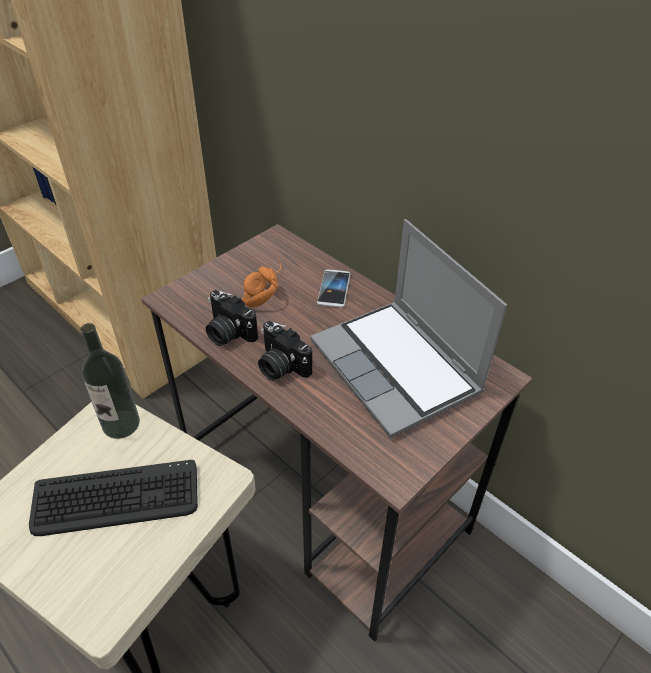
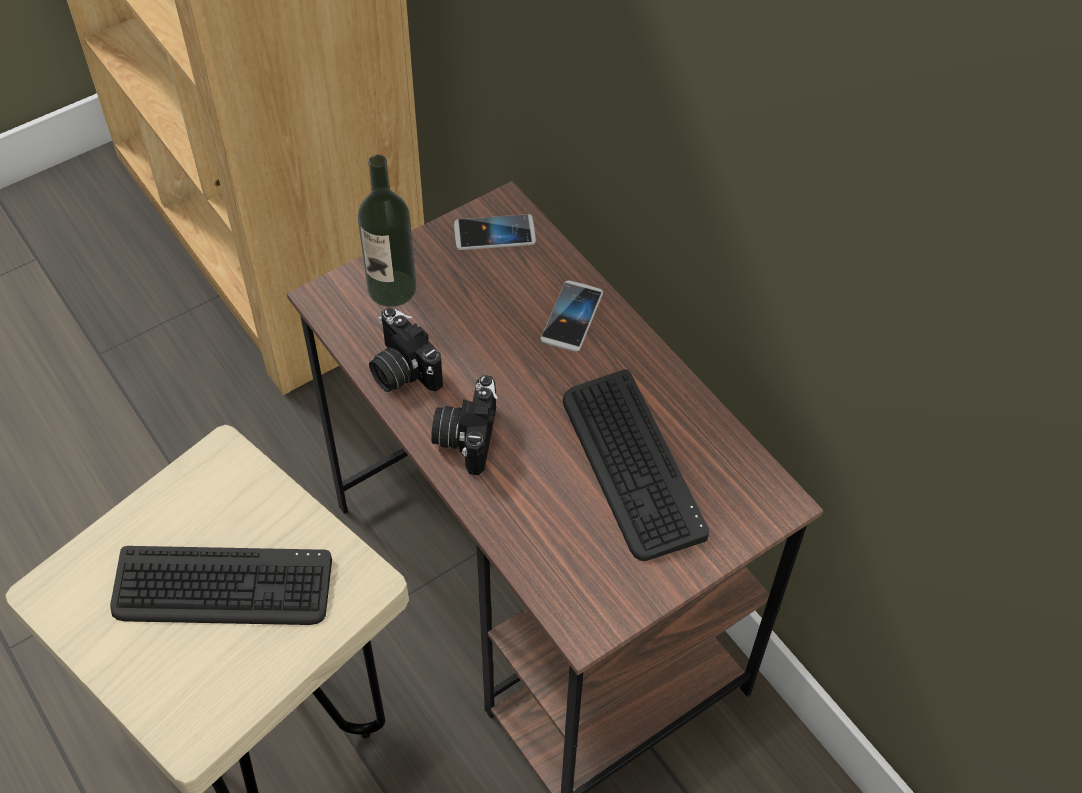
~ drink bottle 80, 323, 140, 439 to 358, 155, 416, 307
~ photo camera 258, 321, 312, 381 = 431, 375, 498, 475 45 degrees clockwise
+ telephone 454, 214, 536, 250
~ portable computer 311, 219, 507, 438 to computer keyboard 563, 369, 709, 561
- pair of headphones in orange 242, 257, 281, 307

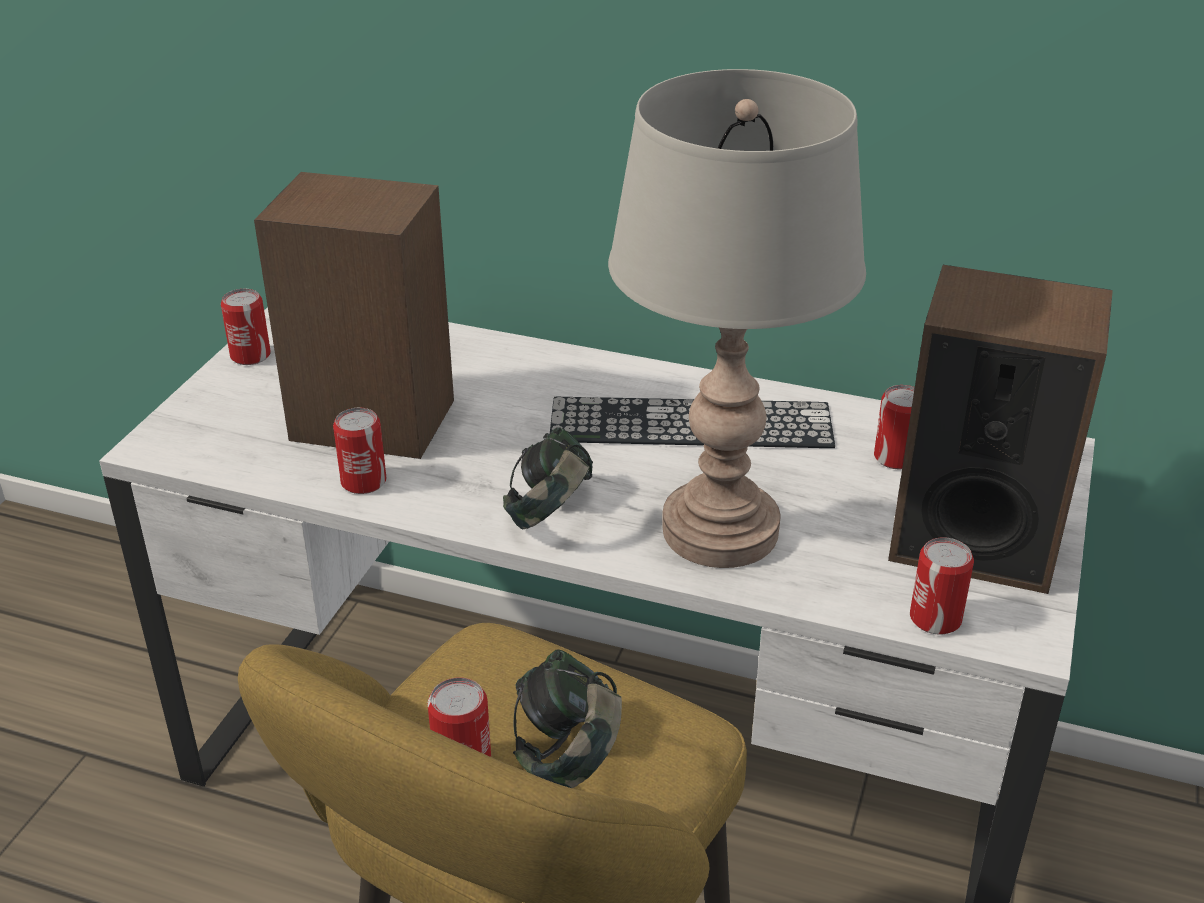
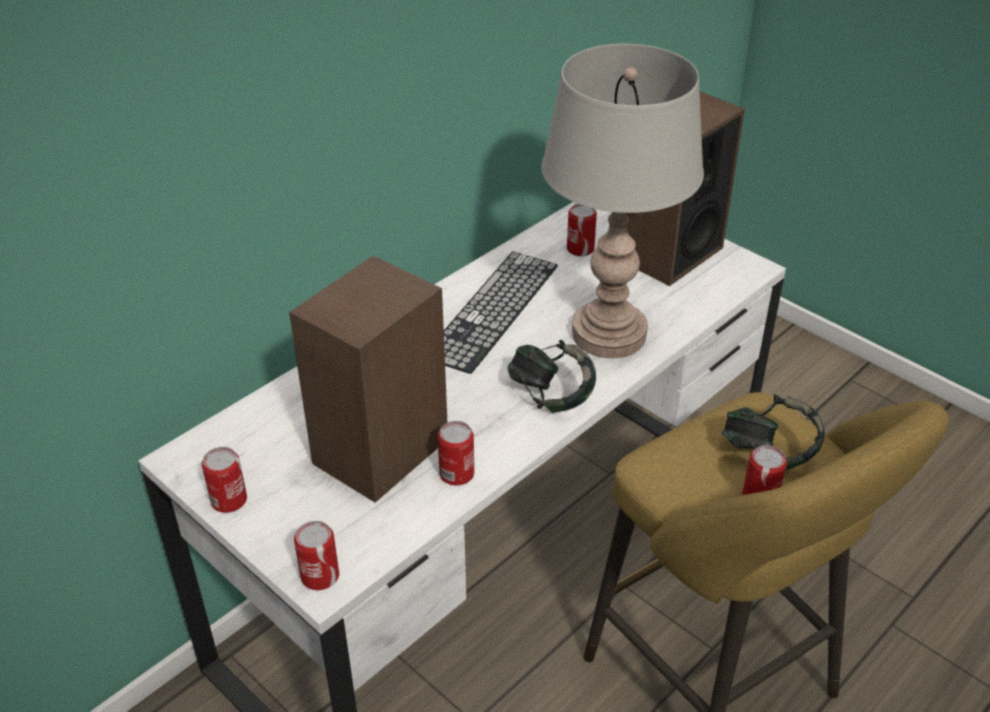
~ metal can 910, 537, 974, 634 to 294, 521, 339, 590

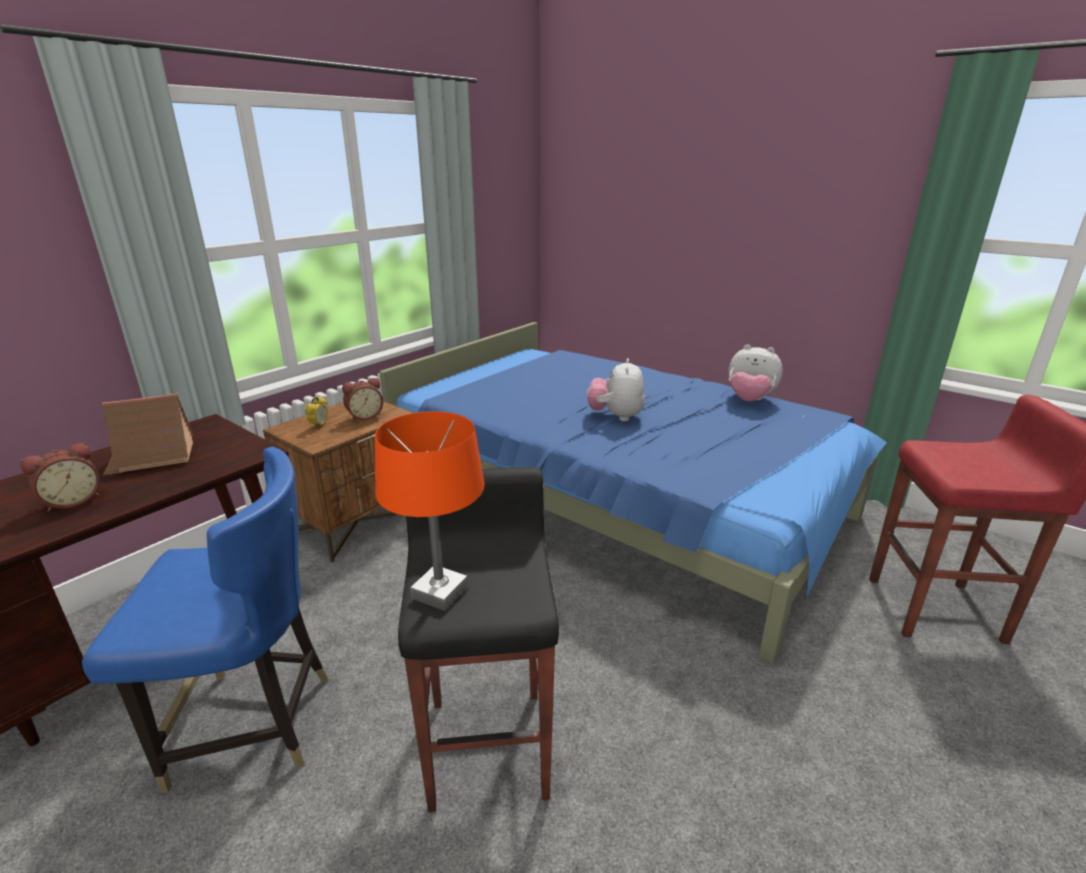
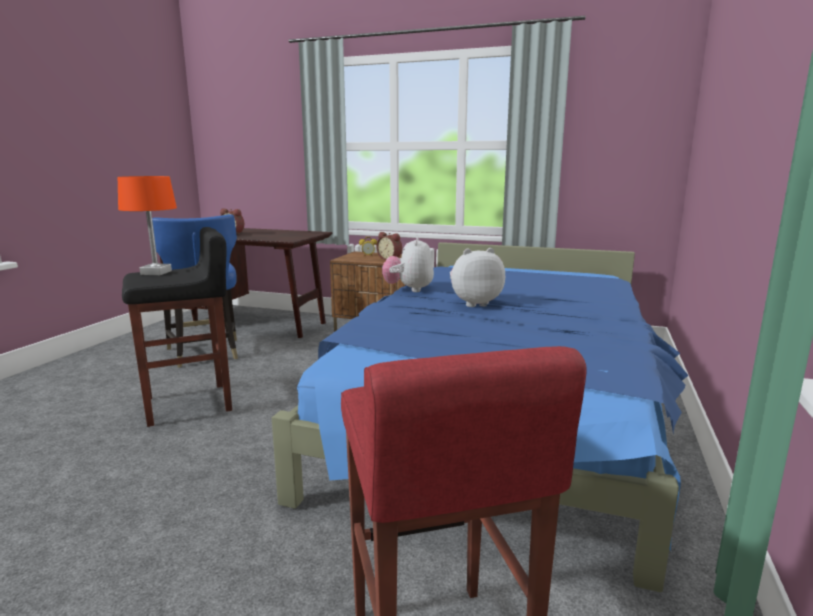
~ plush toy 728, 344, 783, 401 to 382, 237, 434, 292
- miniature house 102, 393, 194, 476

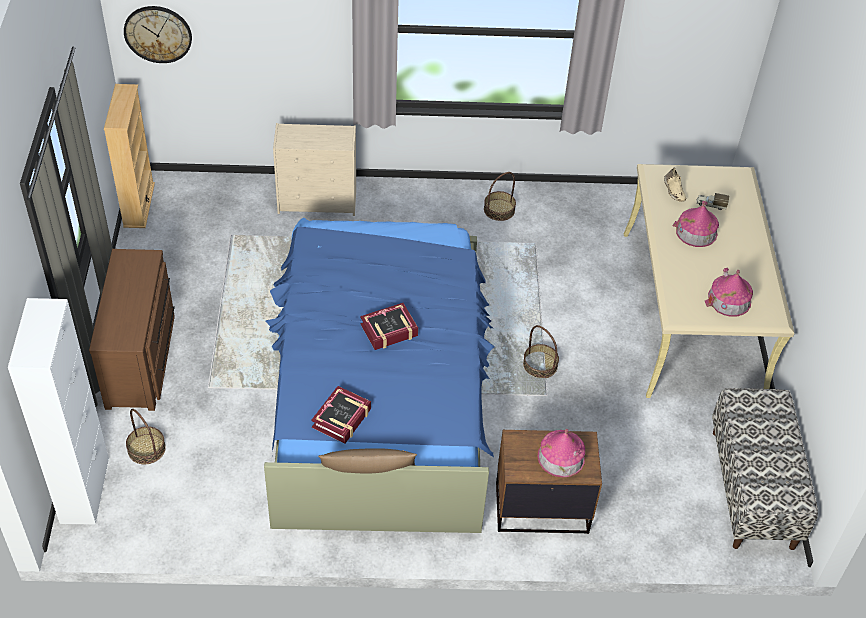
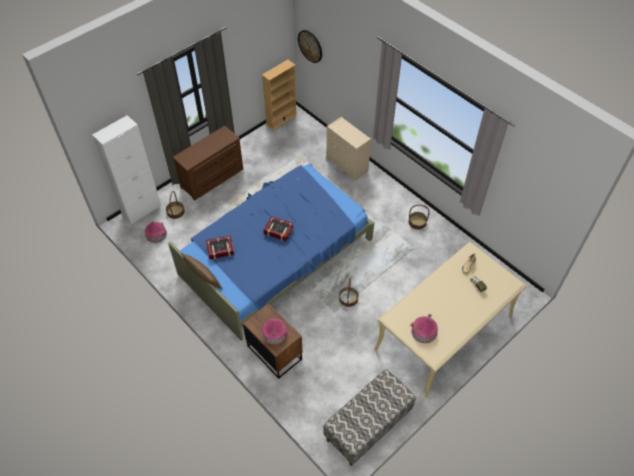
~ miniature house 673, 201, 719, 247 to 145, 221, 167, 243

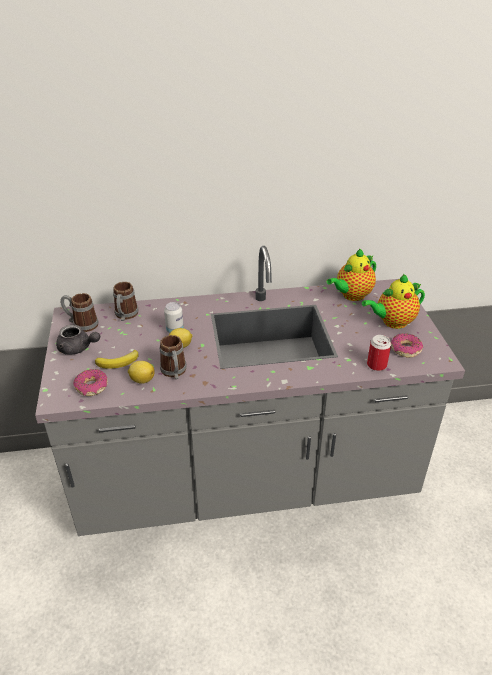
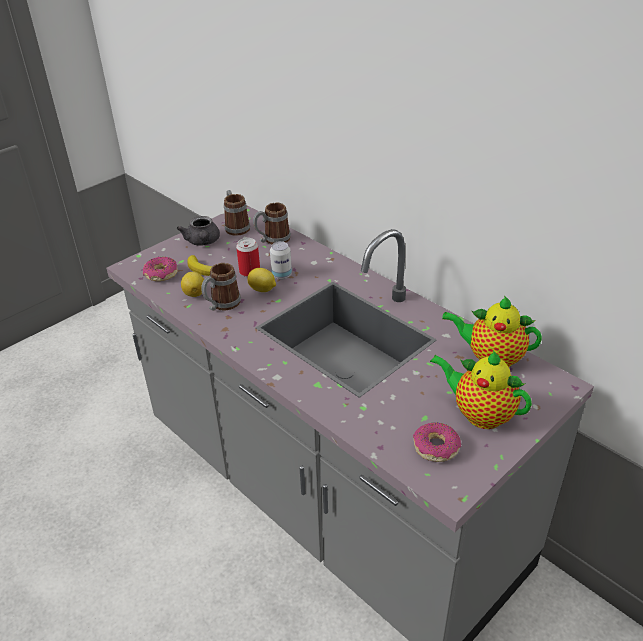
~ metal can 367, 335, 391, 371 to 236, 238, 260, 277

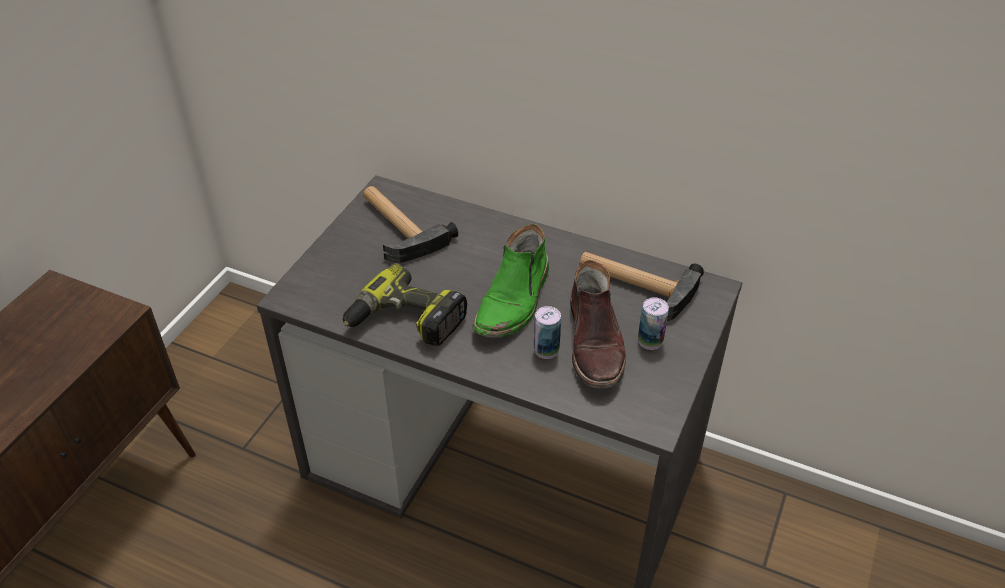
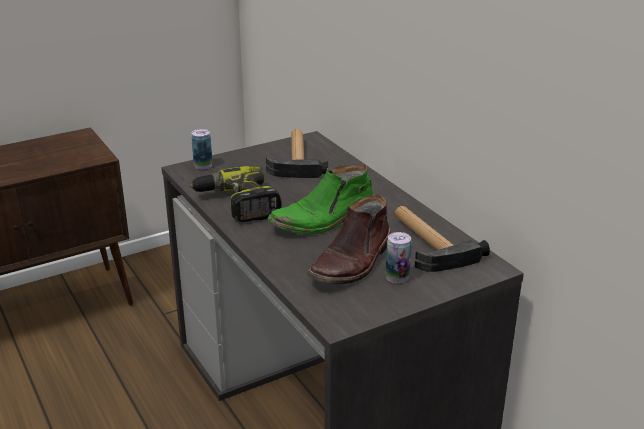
~ metal can 534, 306, 561, 359 to 191, 129, 212, 169

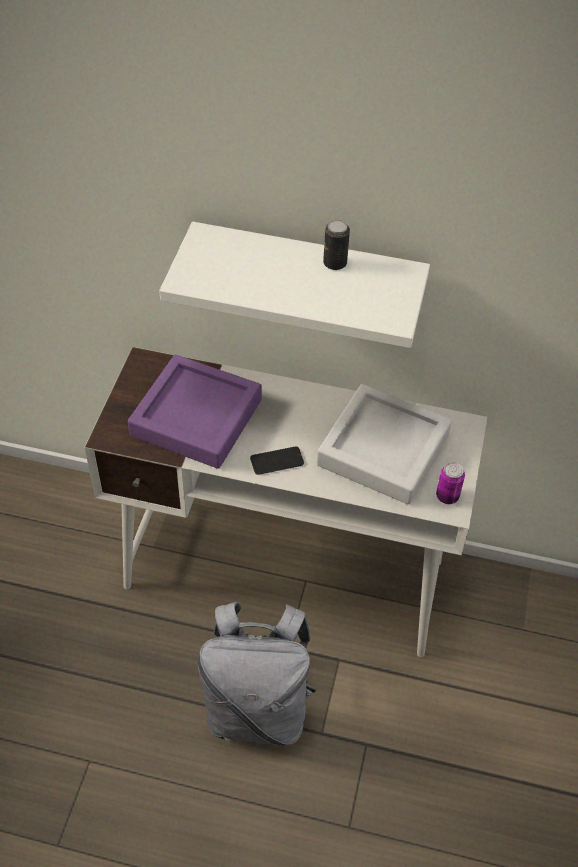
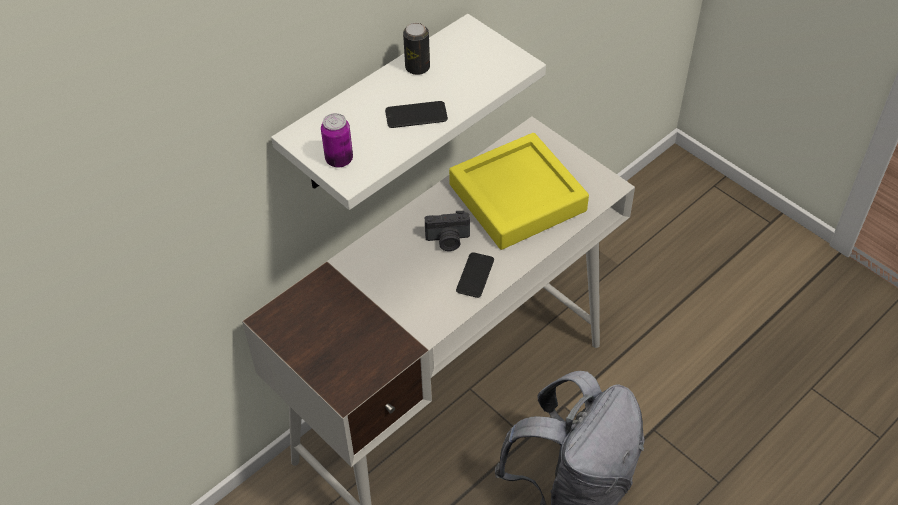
~ metal can 436, 462, 465, 504 to 321, 113, 353, 167
+ telephone 385, 101, 448, 128
+ photo camera 425, 211, 470, 251
~ serving tray in greyish 317, 384, 452, 505 to serving tray in yellowish 449, 133, 589, 250
- serving tray in purplish 128, 355, 262, 469

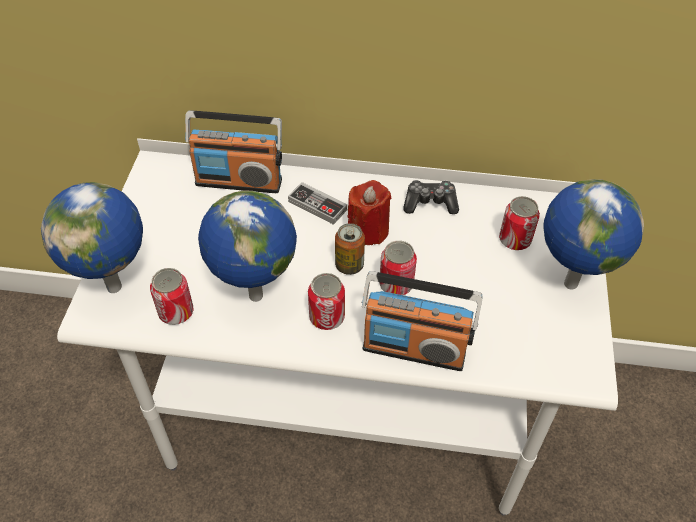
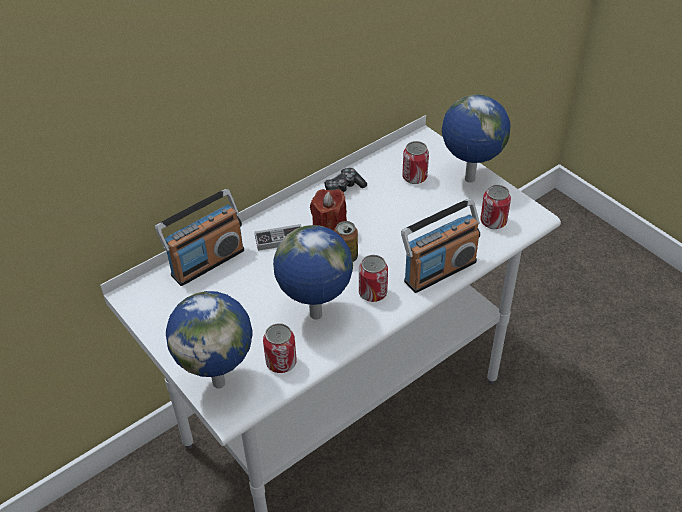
~ metal can 379, 241, 417, 295 to 481, 185, 511, 229

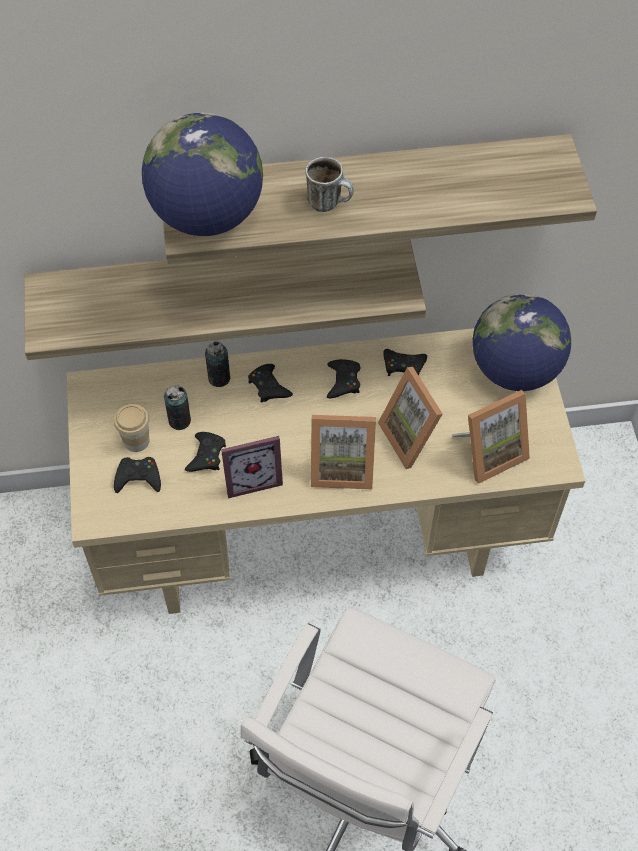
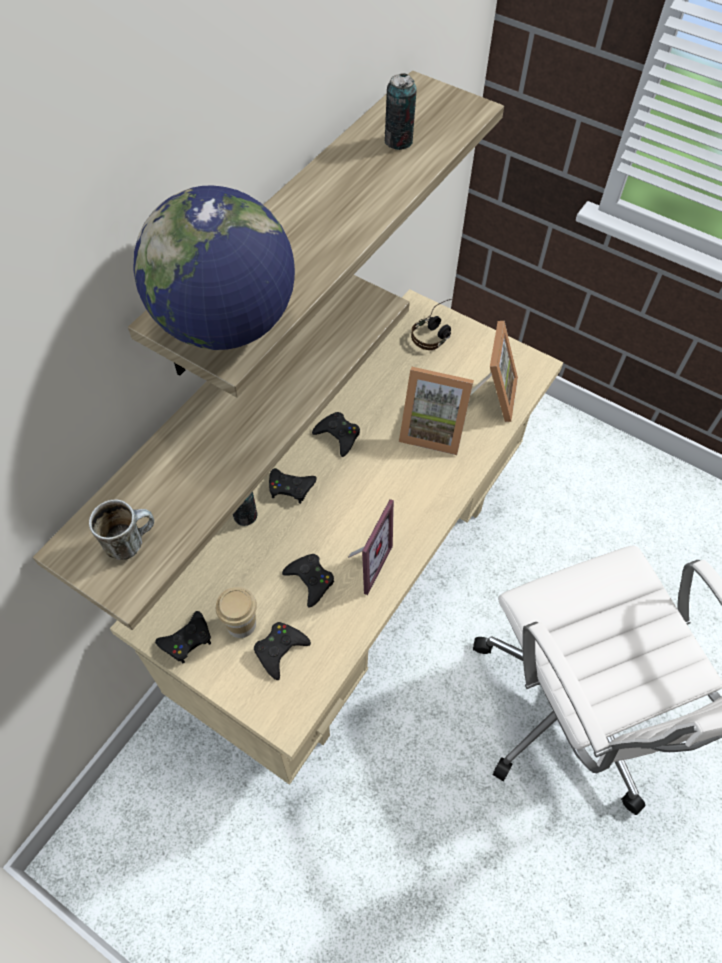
~ tea mug 306, 157, 354, 212 to 89, 500, 154, 560
~ joypad in black 383, 349, 427, 376 to 155, 611, 211, 664
~ metal can 164, 385, 191, 430 to 385, 74, 417, 150
~ desk globe 472, 293, 571, 391 to pair of headphones 411, 299, 452, 350
- photo frame 311, 415, 376, 489

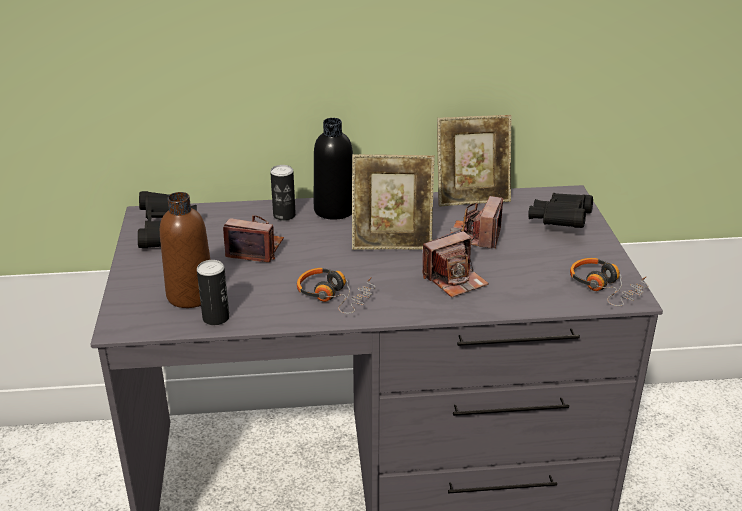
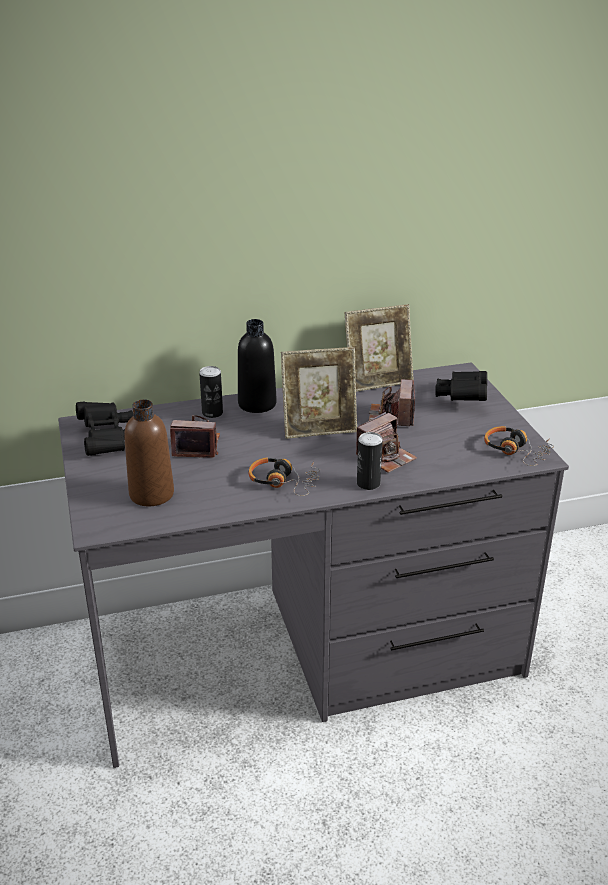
~ metal can 197, 260, 229, 325 to 357, 432, 383, 490

